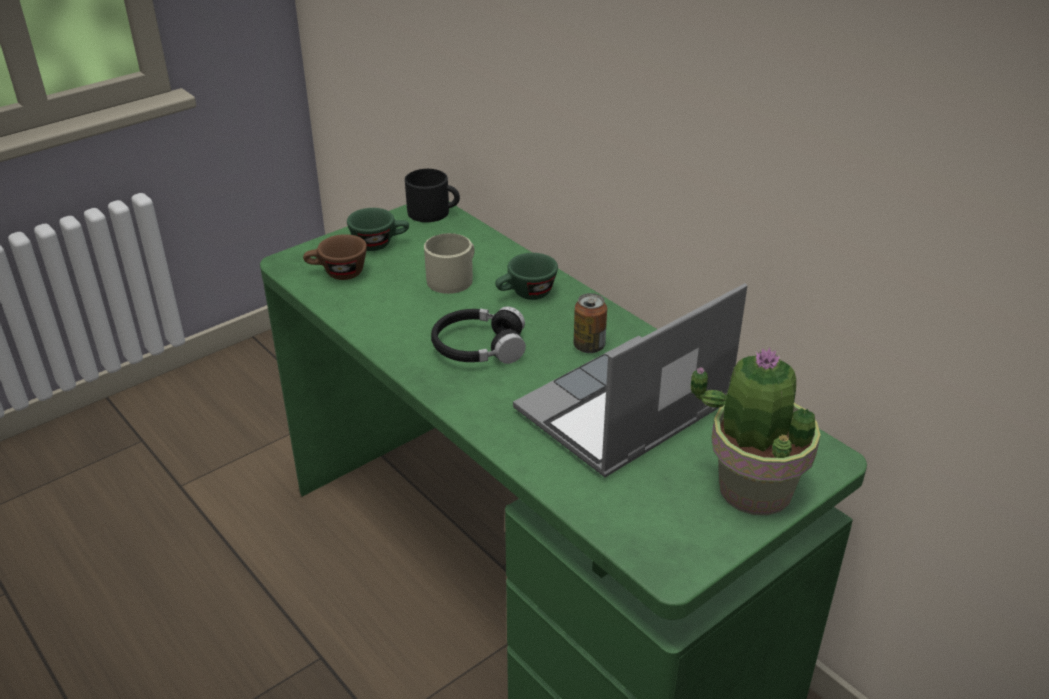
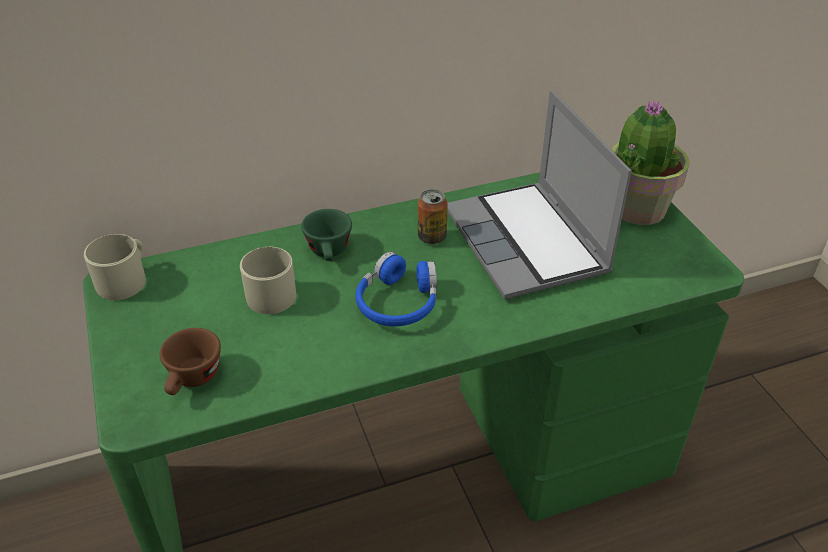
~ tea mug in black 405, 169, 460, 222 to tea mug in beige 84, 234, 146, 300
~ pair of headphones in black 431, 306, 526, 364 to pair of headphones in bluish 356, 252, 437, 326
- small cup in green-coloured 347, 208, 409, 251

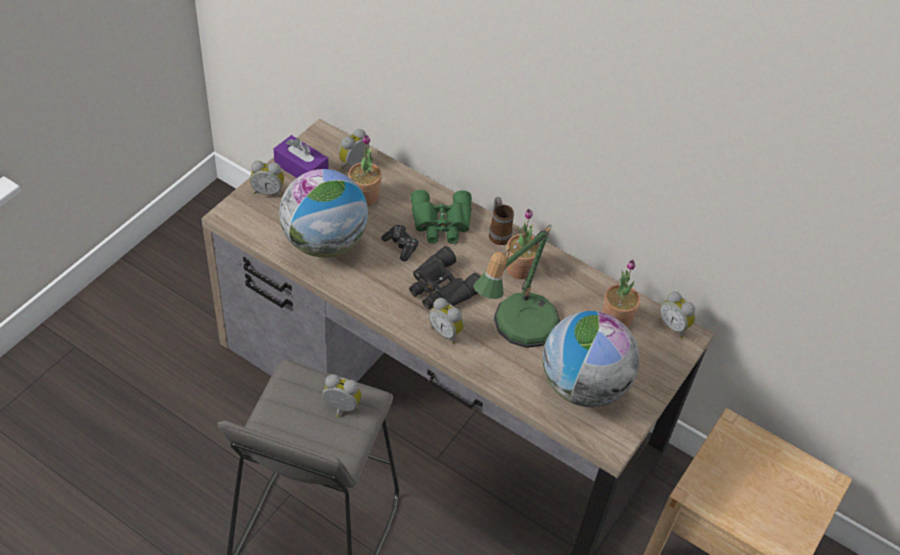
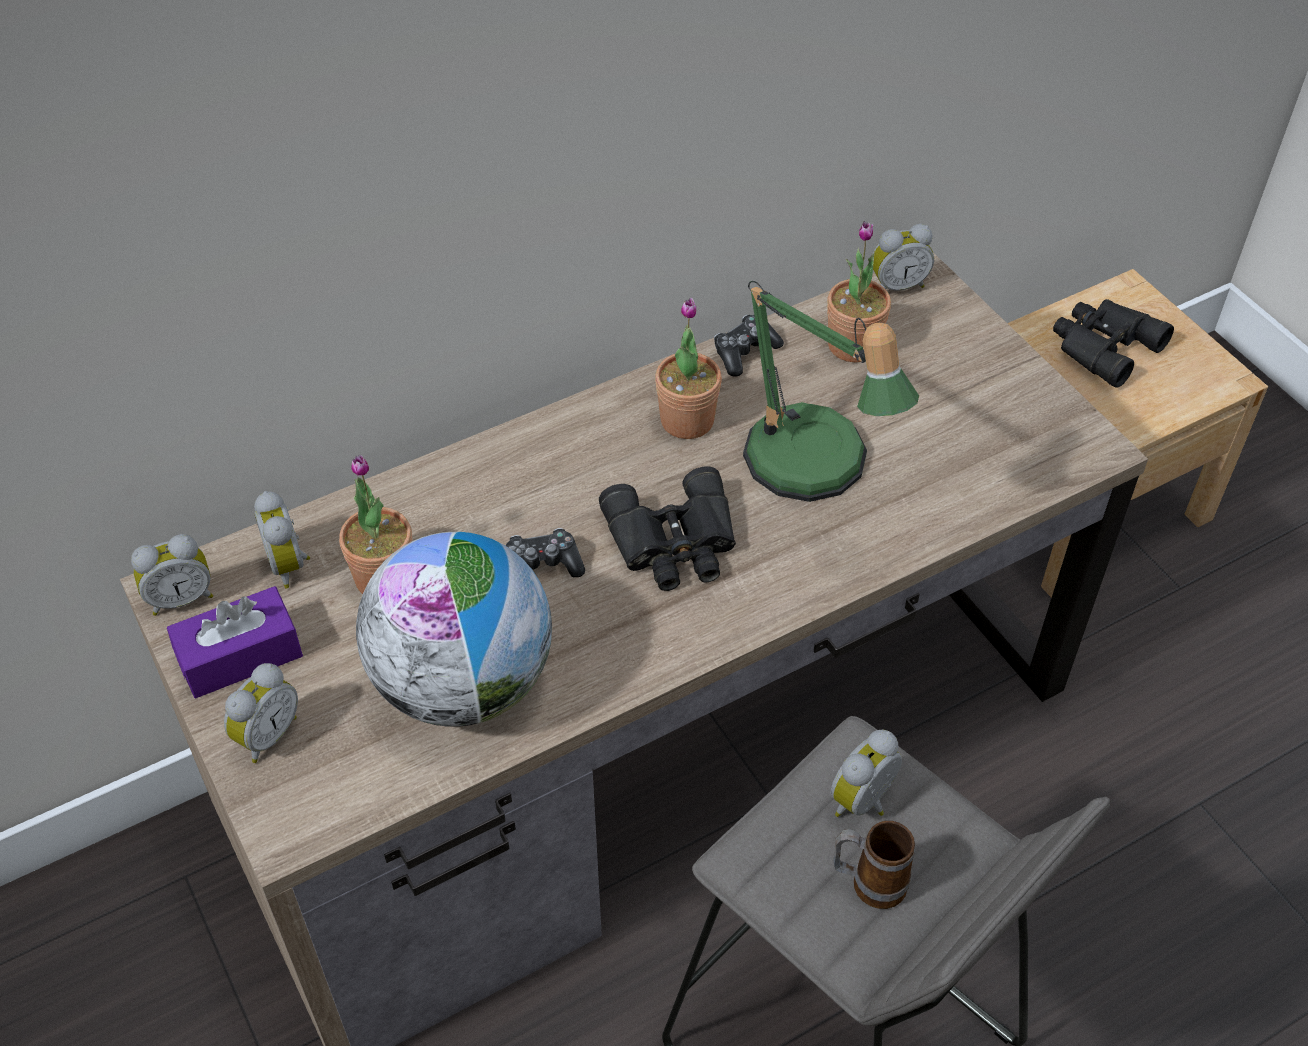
~ alarm clock 429, 298, 464, 344 to 131, 534, 213, 616
+ joypad 714, 315, 784, 377
~ tea mug 489, 197, 514, 245 to 833, 821, 915, 909
+ binoculars in black 1053, 299, 1174, 388
- binoculars in green-coloured 411, 190, 472, 244
- desk globe 543, 311, 639, 407

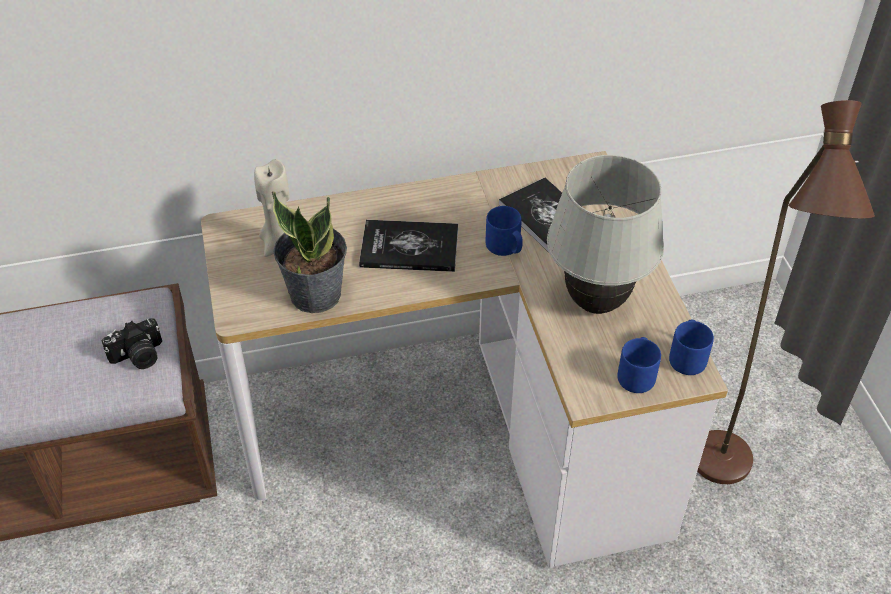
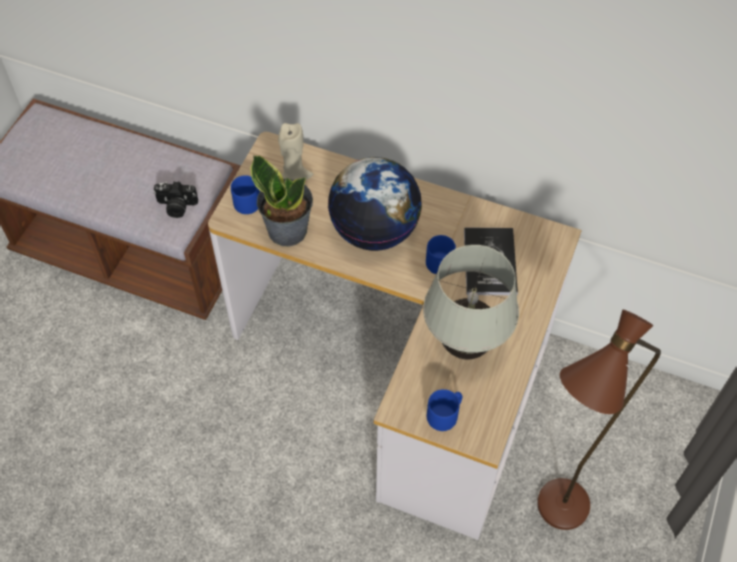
~ tea mug in bluish 669, 320, 714, 375 to 231, 175, 260, 214
~ bound book 359, 220, 458, 272 to desk globe 328, 157, 422, 251

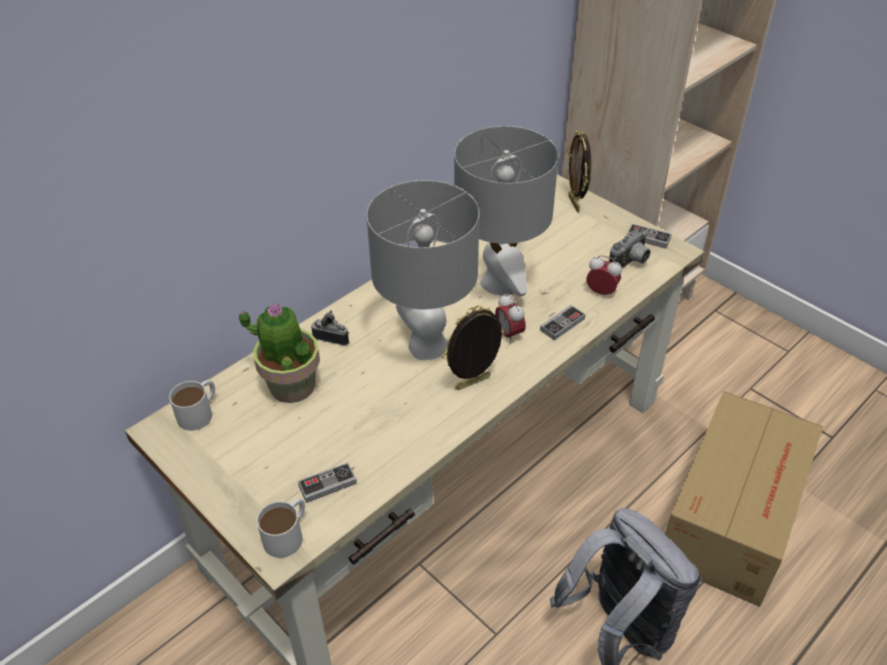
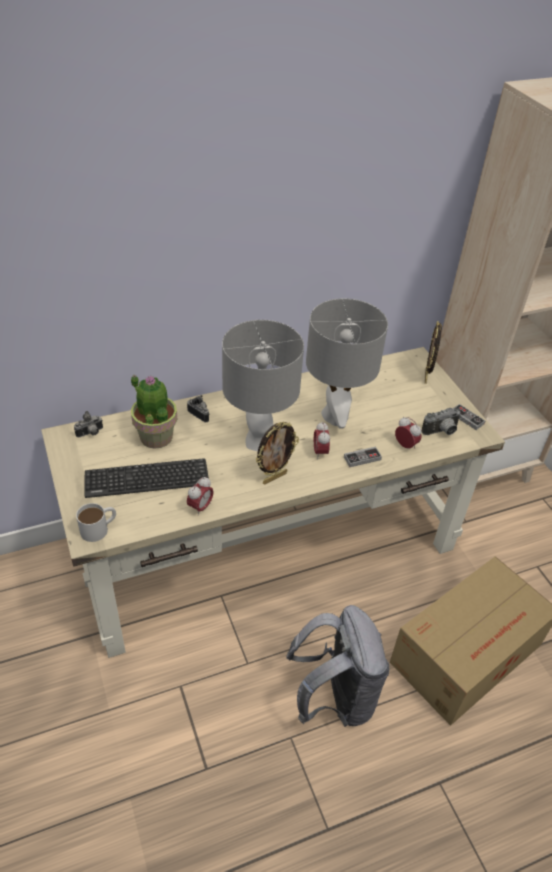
~ tea mug in whitish 169, 380, 215, 431 to photo camera 74, 411, 103, 437
+ computer keyboard 85, 458, 209, 498
+ alarm clock 187, 477, 214, 516
~ photo frame 442, 306, 504, 391 = 256, 422, 299, 484 150 degrees clockwise
- joypad 298, 462, 357, 503

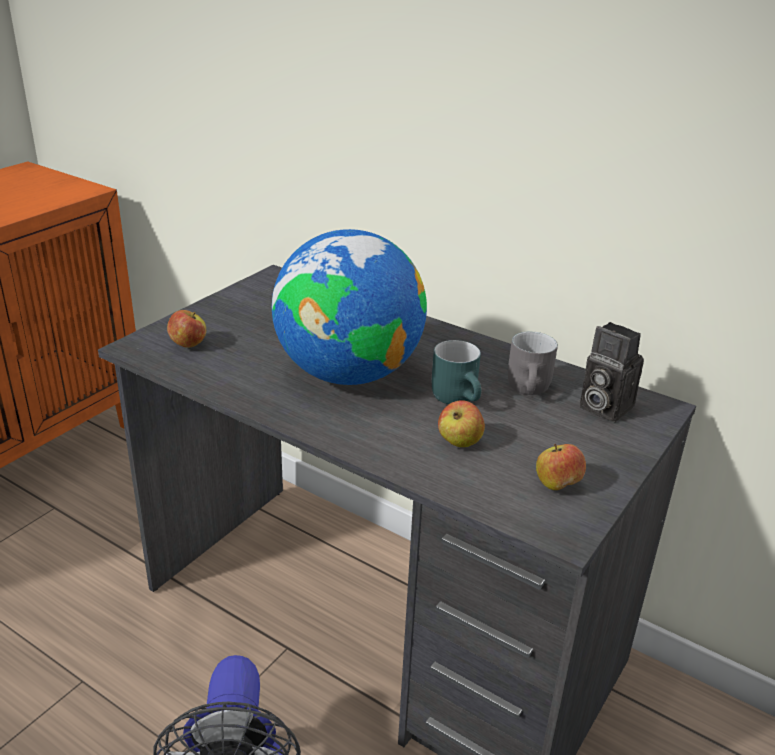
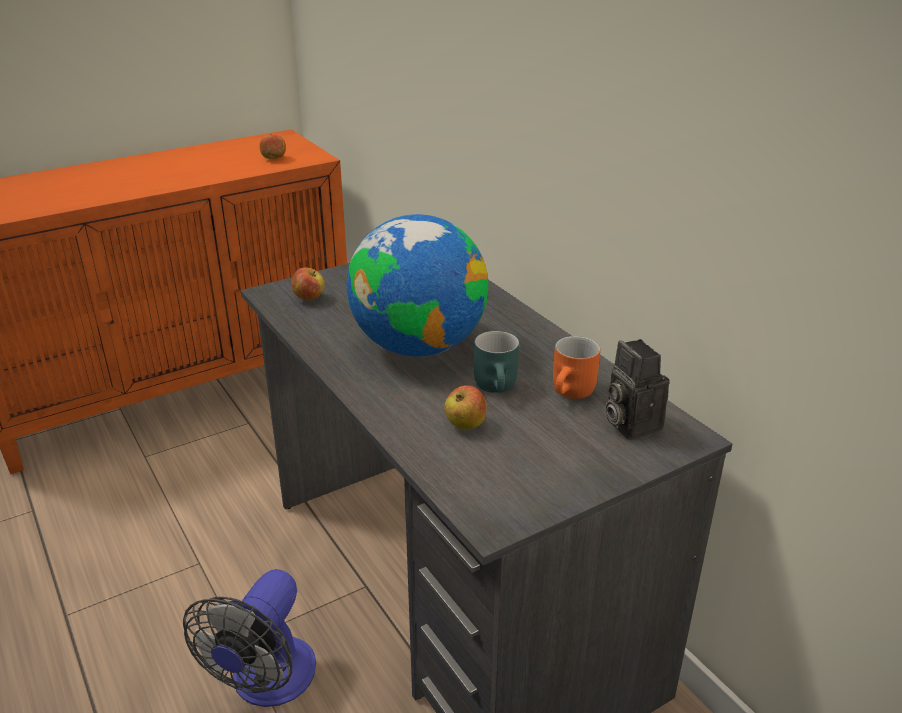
~ whole apple 536, 444, 586, 490 to 259, 134, 286, 159
~ tea mug in greyish 508, 331, 558, 395 to tea mug in orange 553, 336, 601, 399

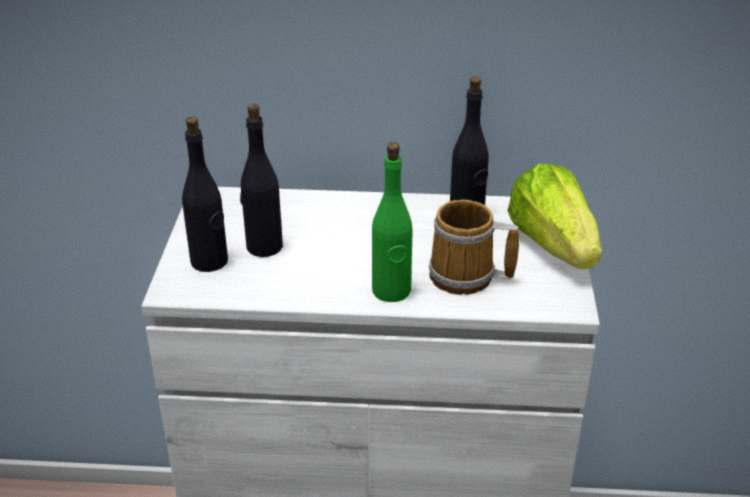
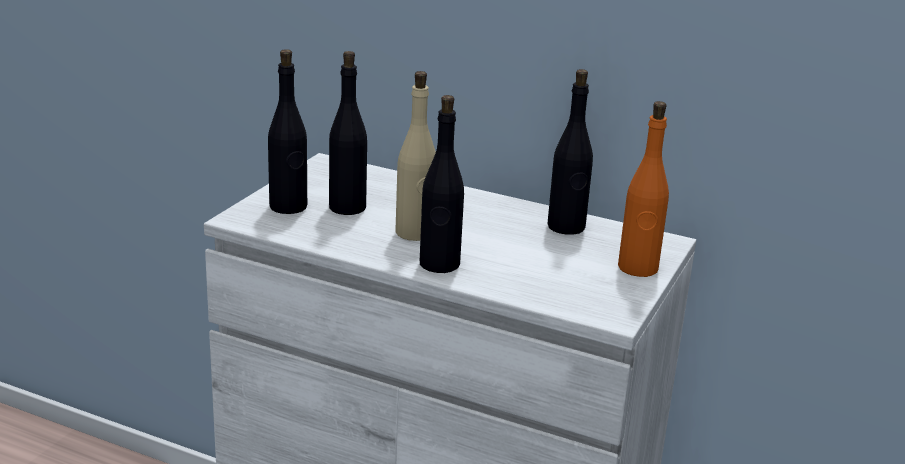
+ drink bottle in beige 395, 71, 436, 241
~ drink bottle in green-coloured 372, 142, 413, 302 to drink bottle in black 420, 95, 464, 273
~ head of lettuce 507, 163, 602, 269 to drink bottle in orange 618, 101, 669, 277
- tea mug 429, 200, 519, 295

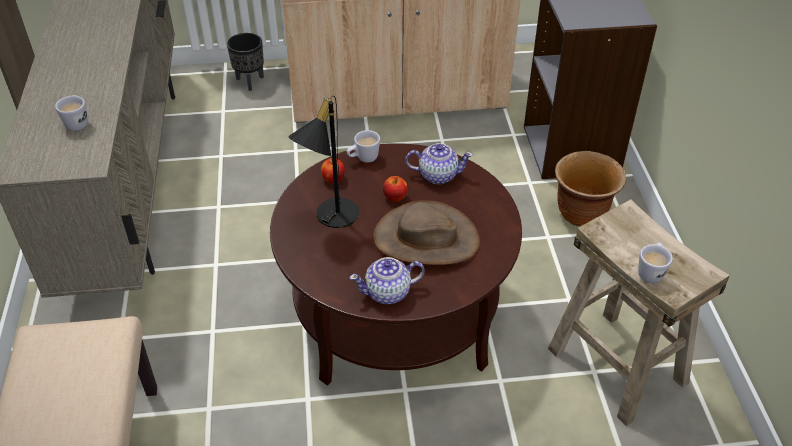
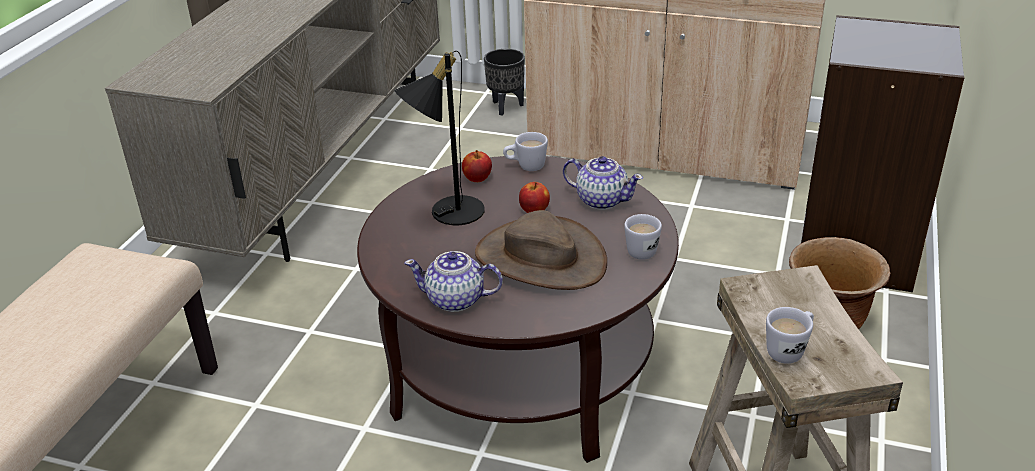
~ tea mug in whitish 55, 95, 88, 131 to 624, 214, 662, 260

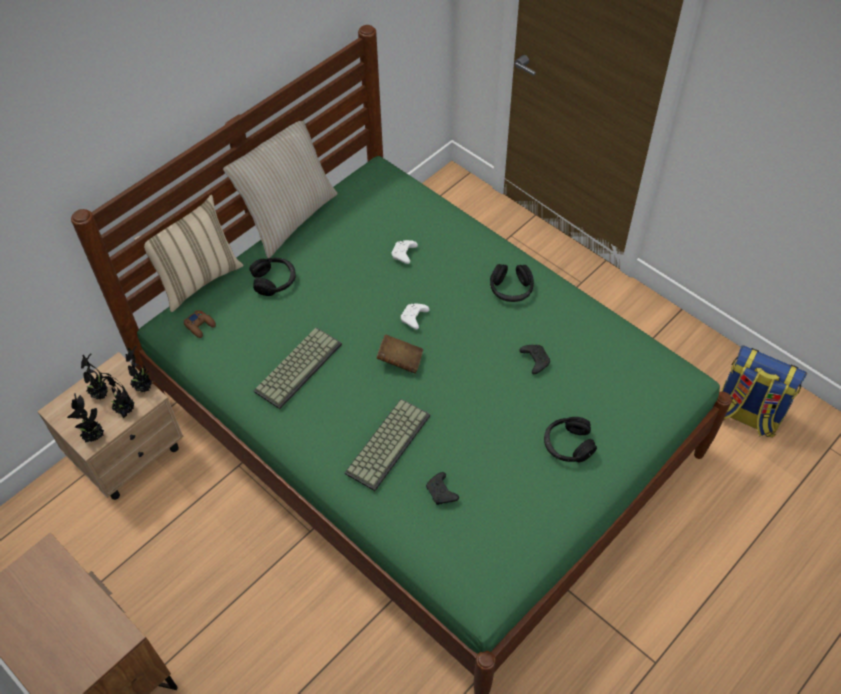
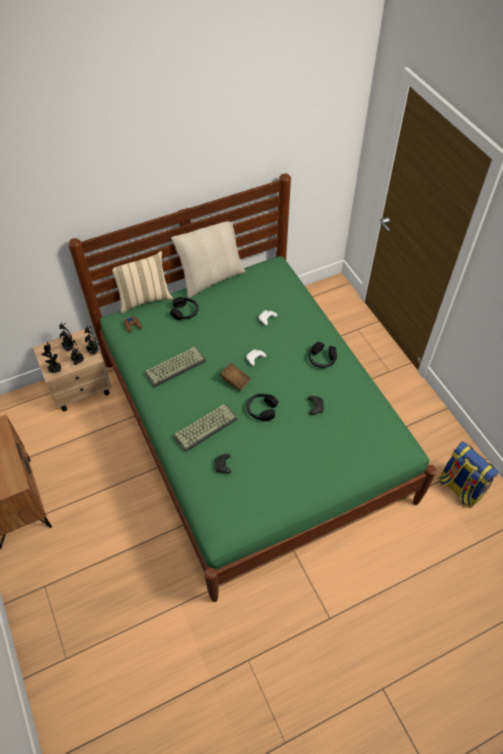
~ pair of headphones in black 544, 417, 597, 462 to 247, 394, 278, 421

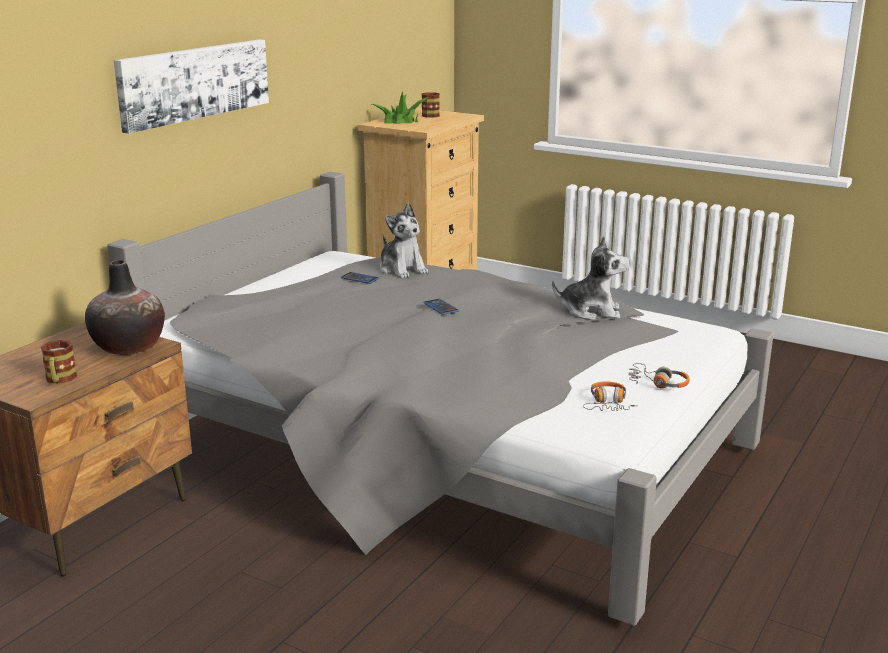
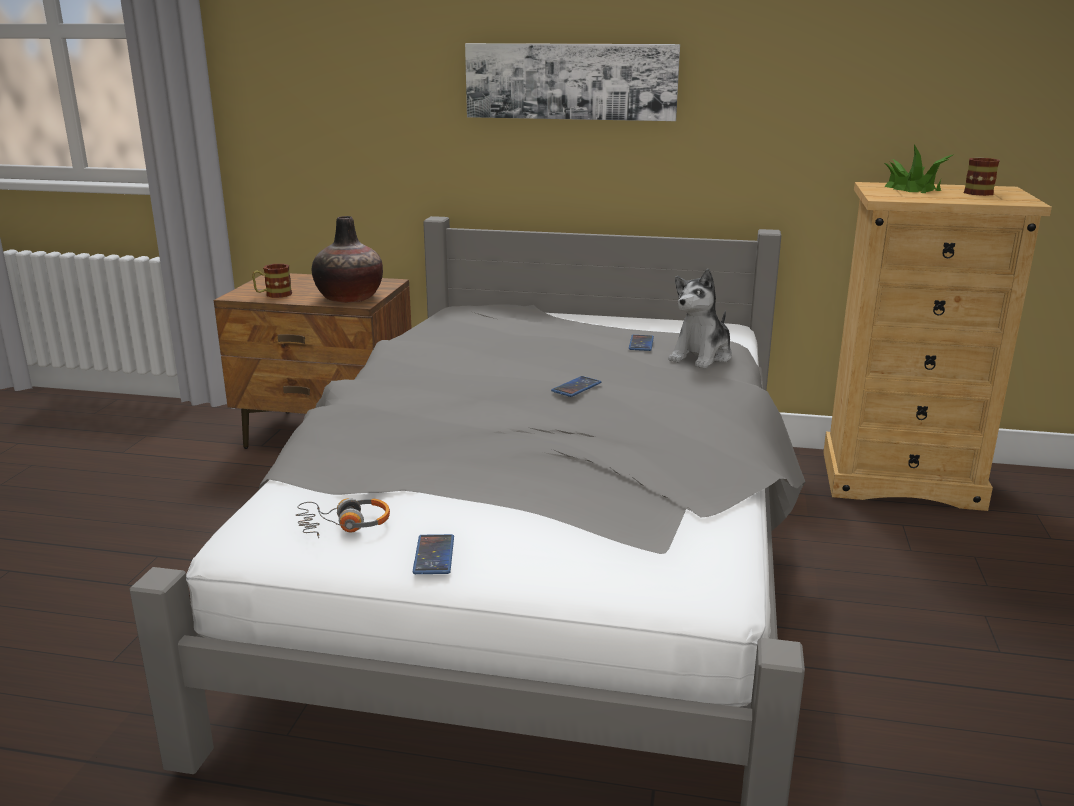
~ pair of headphones 628, 363, 690, 388 to telephone 413, 534, 454, 574
- plush toy 552, 236, 630, 320

